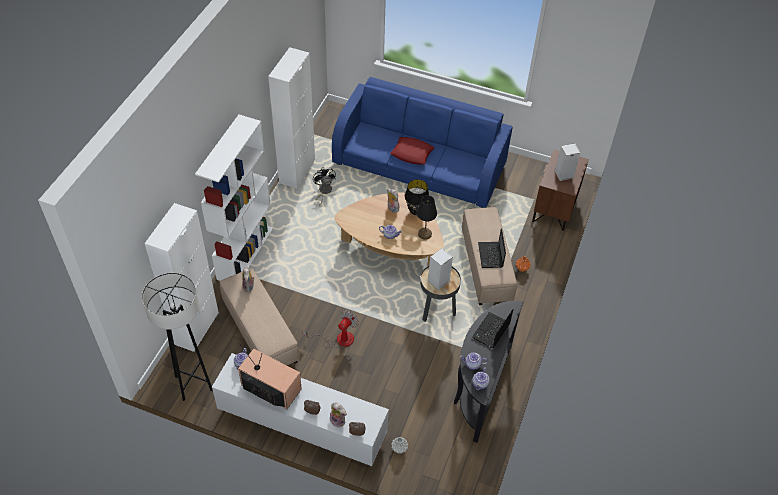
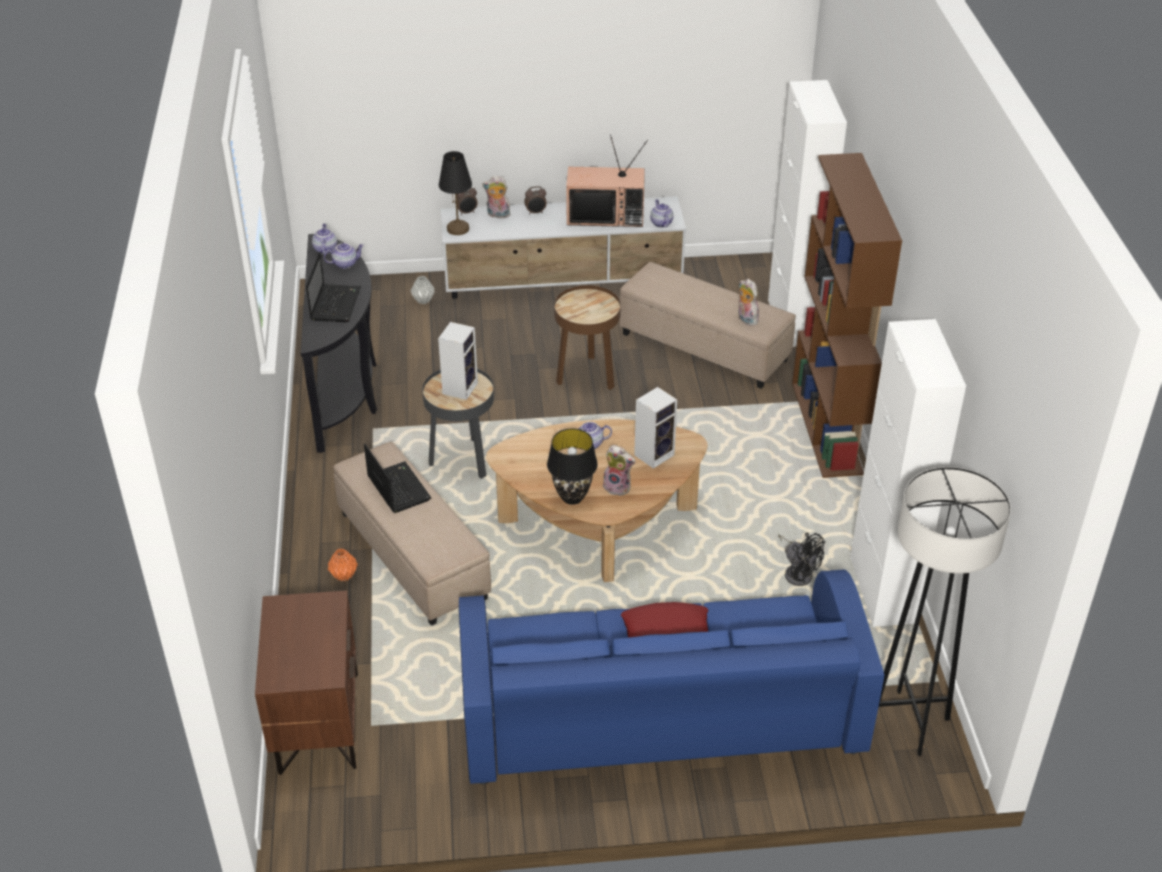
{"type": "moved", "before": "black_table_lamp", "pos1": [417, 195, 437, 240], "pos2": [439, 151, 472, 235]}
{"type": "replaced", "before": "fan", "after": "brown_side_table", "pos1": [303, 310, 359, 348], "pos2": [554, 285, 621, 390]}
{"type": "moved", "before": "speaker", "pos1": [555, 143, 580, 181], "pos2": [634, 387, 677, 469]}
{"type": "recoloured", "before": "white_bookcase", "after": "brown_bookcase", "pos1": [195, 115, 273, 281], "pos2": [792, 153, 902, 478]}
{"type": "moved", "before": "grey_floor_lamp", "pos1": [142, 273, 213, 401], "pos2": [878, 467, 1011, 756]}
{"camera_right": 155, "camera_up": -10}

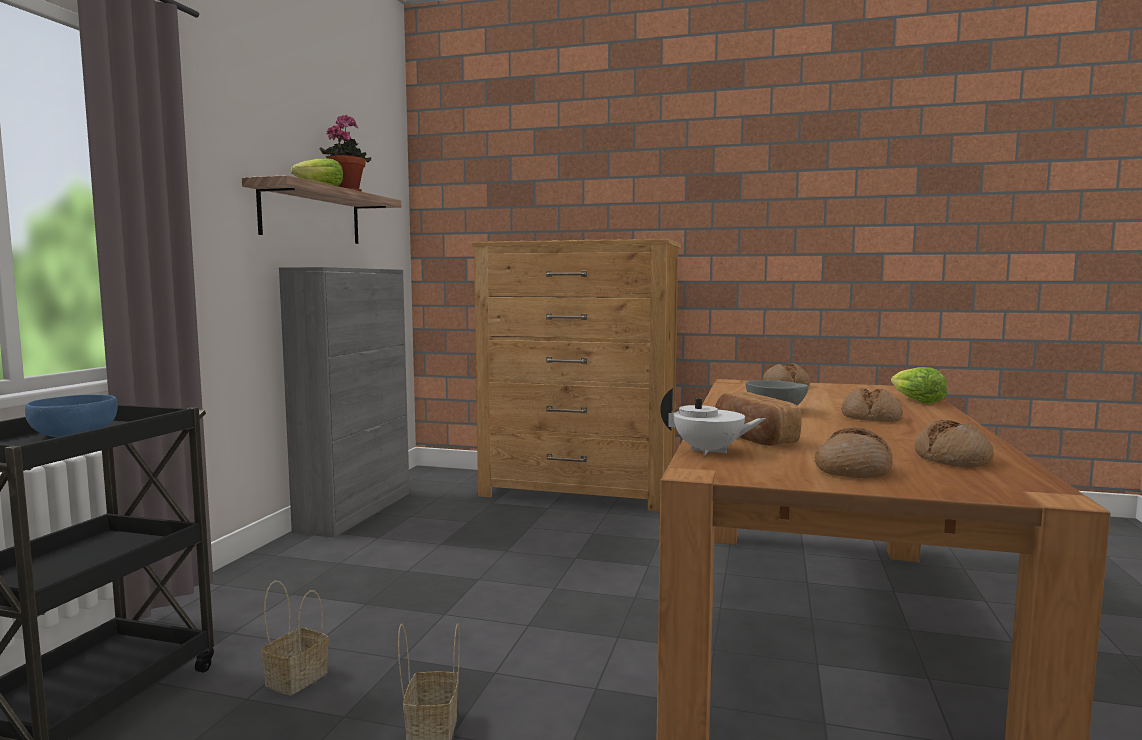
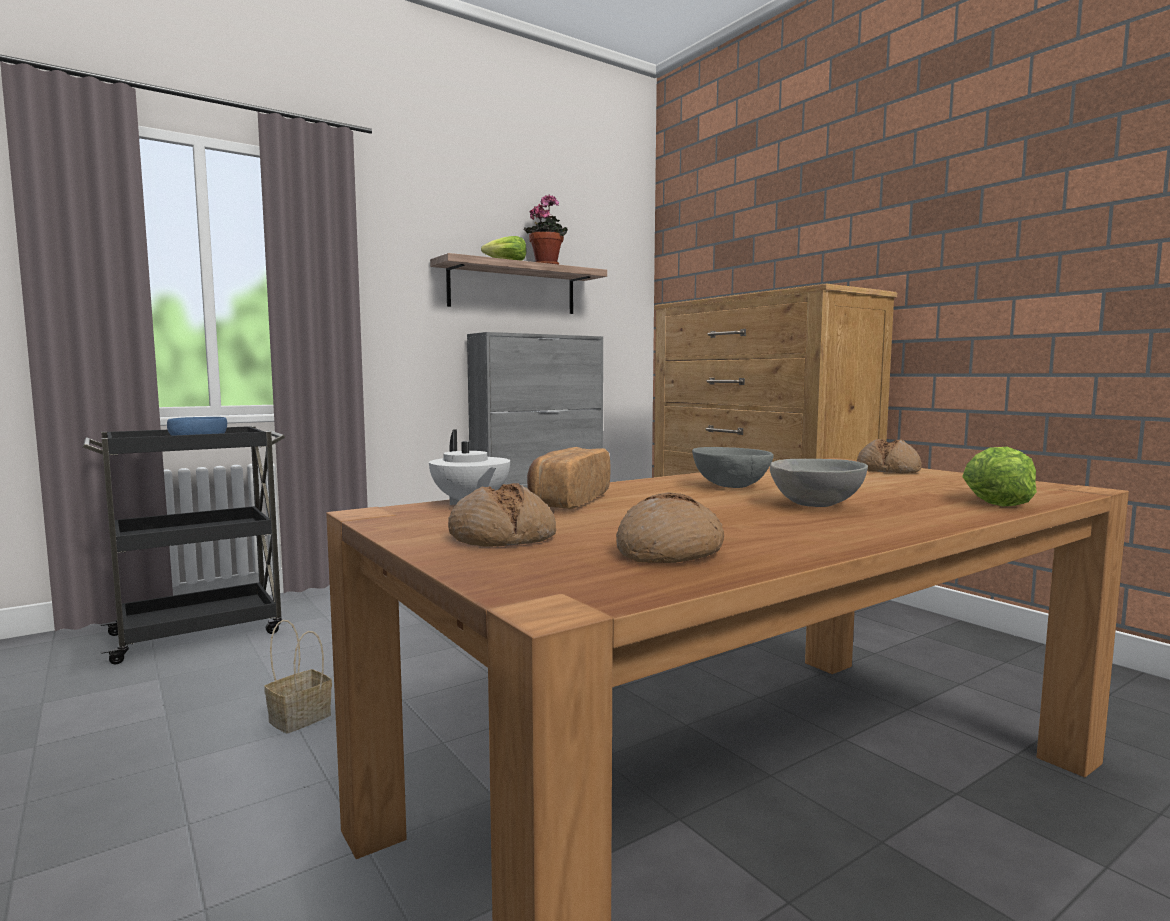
{"type": "replaced", "before": "bread", "after": "grey_bowl", "pos1": [841, 388, 903, 422], "pos2": [770, 459, 868, 507]}
{"type": "removed", "before": "basket", "pos1": [261, 581, 329, 695]}
{"camera_right": 40, "camera_up": 0}

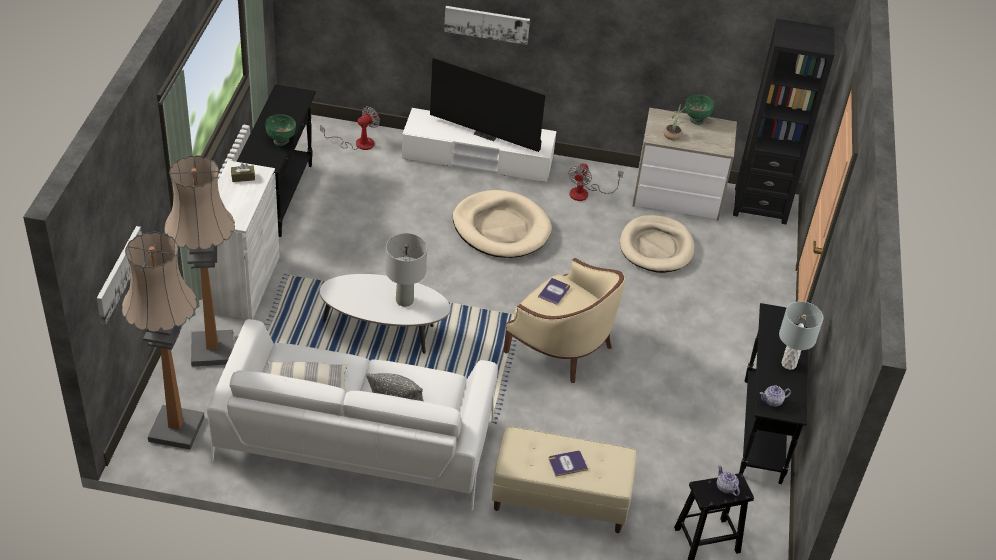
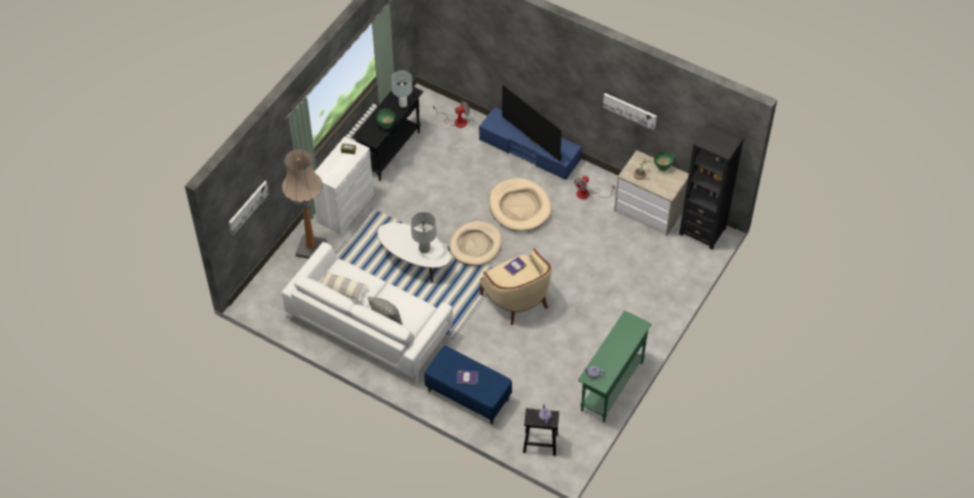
{"type": "moved", "before": "grey_table_lamp", "pos1": [779, 301, 823, 370], "pos2": [391, 70, 412, 108]}
{"type": "recoloured", "before": "beige_bench", "after": "blue_bench", "pos1": [492, 426, 637, 533], "pos2": [424, 346, 512, 424]}
{"type": "moved", "before": "beige_dog_bed", "pos1": [620, 215, 695, 273], "pos2": [449, 221, 502, 266]}
{"type": "recoloured", "before": "white_tv_stand", "after": "blue_tv_stand", "pos1": [402, 108, 556, 182], "pos2": [479, 107, 582, 180]}
{"type": "recoloured", "before": "black_console_table", "after": "green_console_table", "pos1": [739, 303, 808, 484], "pos2": [578, 311, 652, 423]}
{"type": "moved", "before": "picture", "pos1": [444, 6, 530, 45], "pos2": [603, 93, 657, 130]}
{"type": "removed", "before": "floor_lamp", "pos1": [122, 232, 204, 450]}
{"camera_right": 25, "camera_up": 10}

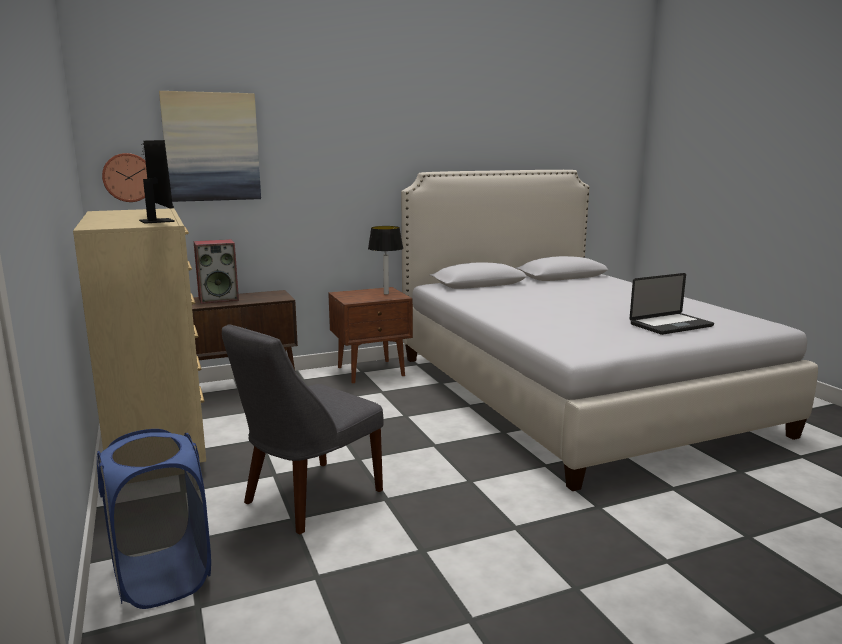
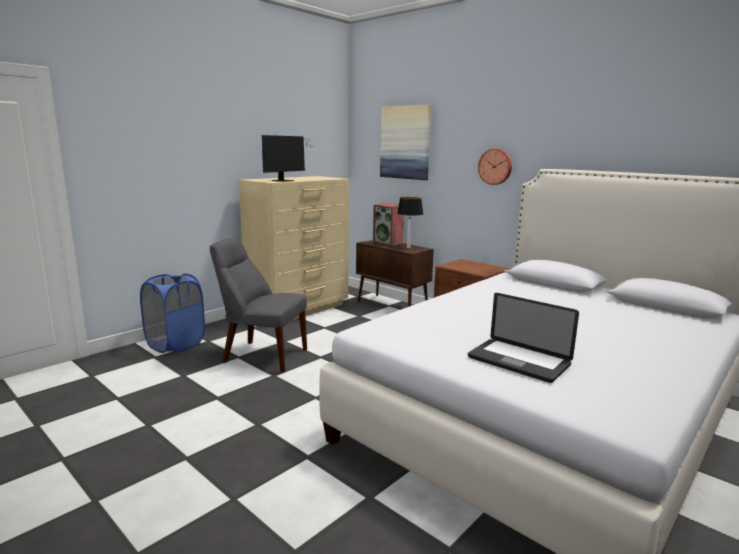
{"type": "moved", "before": "table_lamp", "pos1": [368, 226, 403, 295], "pos2": [397, 197, 423, 248]}
{"type": "moved", "before": "wall_clock", "pos1": [102, 153, 147, 202], "pos2": [478, 148, 512, 185]}
{"camera_right": 65, "camera_up": 0}

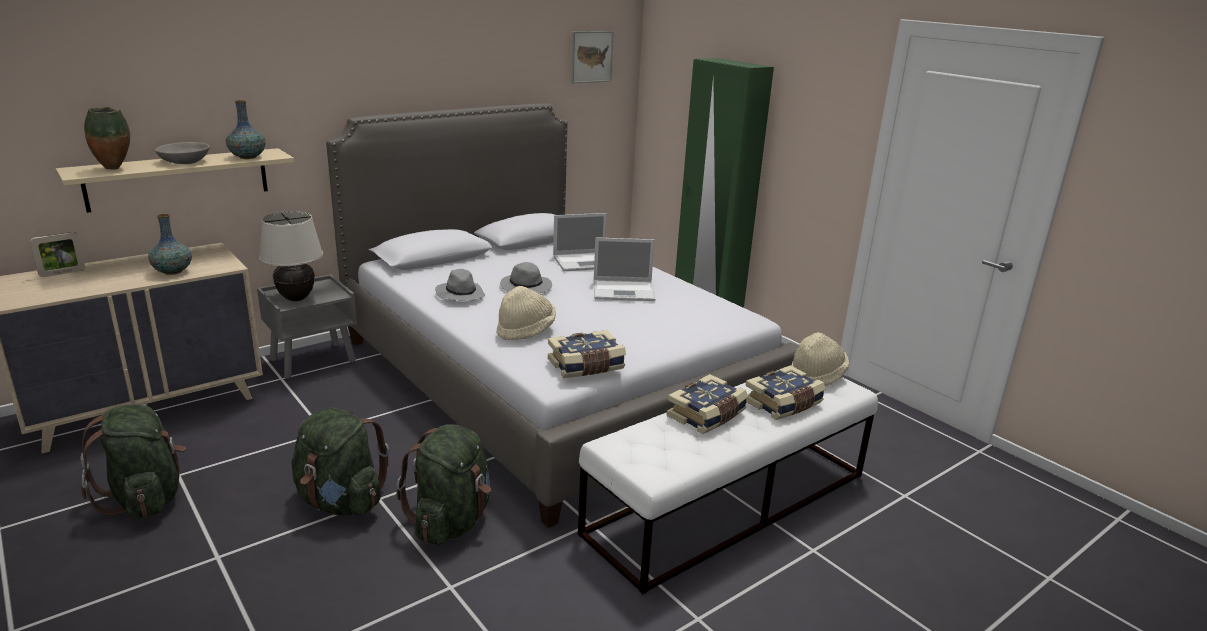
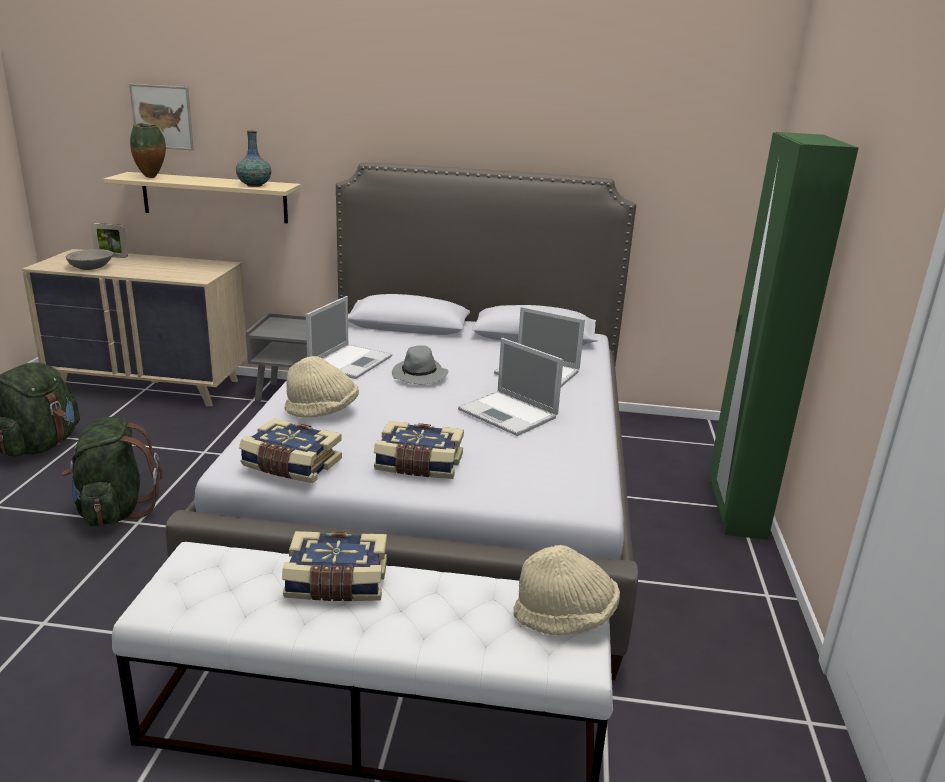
{"type": "moved", "before": "grey_bowl", "pos1": [155, 142, 210, 164], "pos2": [66, 249, 113, 270]}
{"type": "moved", "before": "picture", "pos1": [571, 31, 614, 84], "pos2": [129, 84, 194, 150]}
{"type": "replaced", "before": "grey_hat", "after": "laptop", "pos1": [435, 269, 485, 301], "pos2": [306, 296, 392, 379]}
{"type": "moved", "before": "book", "pos1": [745, 365, 825, 420], "pos2": [374, 421, 464, 479]}
{"type": "removed", "before": "vase", "pos1": [148, 214, 192, 275]}
{"type": "removed", "before": "beige_table_lamp", "pos1": [259, 211, 323, 301]}
{"type": "removed", "before": "green_backpack", "pos1": [396, 424, 491, 545]}
{"camera_right": 45, "camera_up": 0}

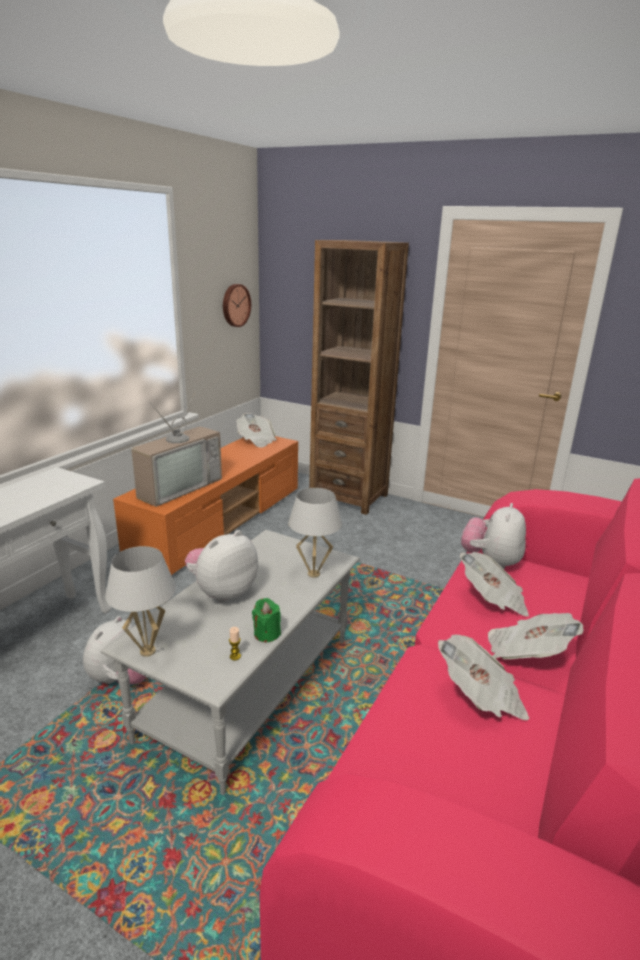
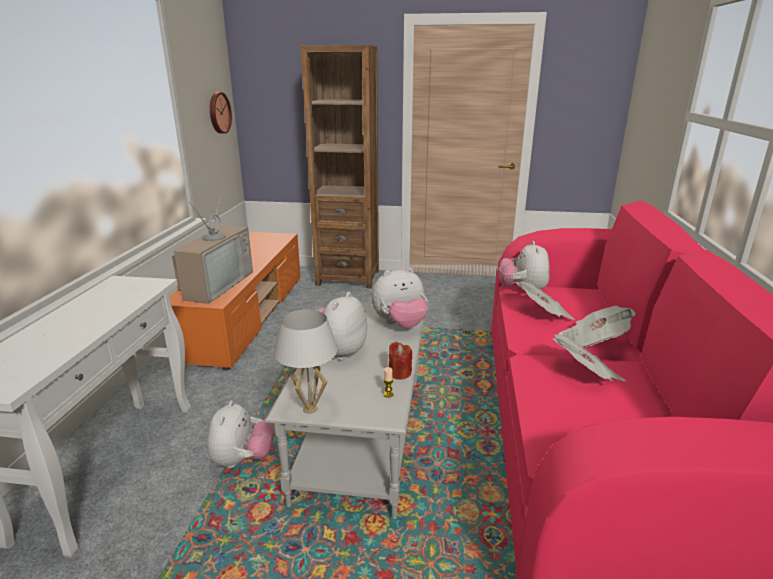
{"type": "replaced", "before": "white_table_lamp", "after": "plush_toy", "pos1": [288, 488, 342, 578], "pos2": [372, 267, 428, 328]}
{"type": "recoloured", "before": "green_candle", "after": "red_candle", "pos1": [252, 598, 281, 642], "pos2": [389, 342, 412, 379]}
{"type": "removed", "before": "newspaper", "pos1": [236, 413, 277, 448]}
{"camera_right": -20, "camera_up": 0}

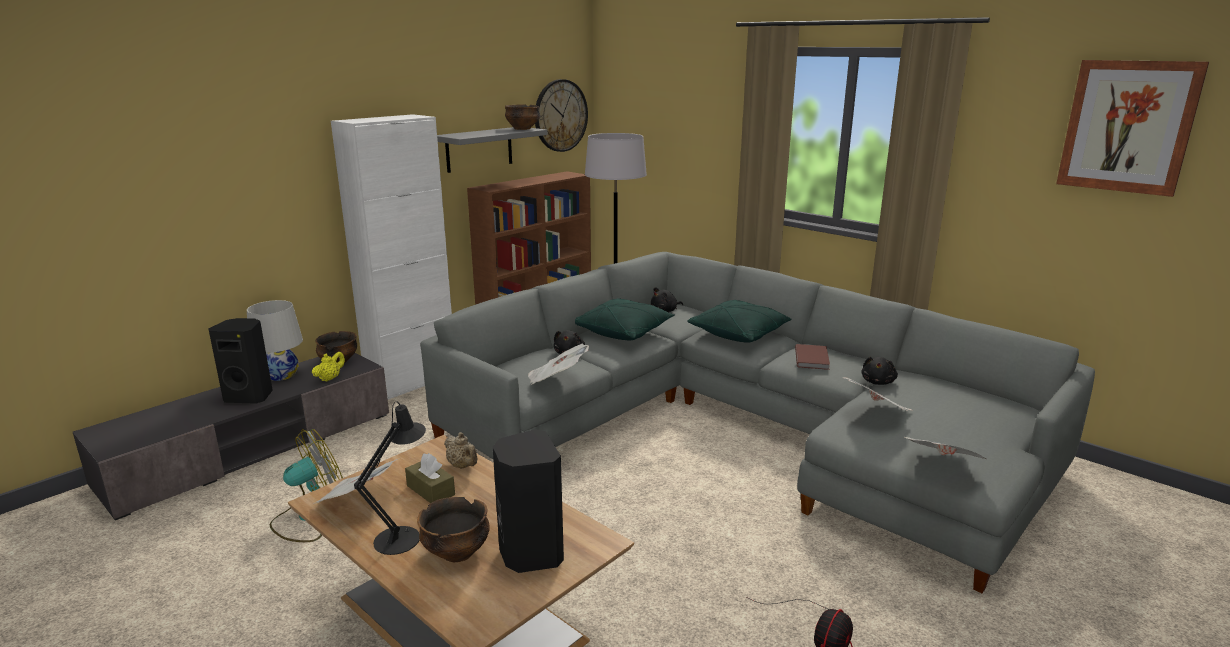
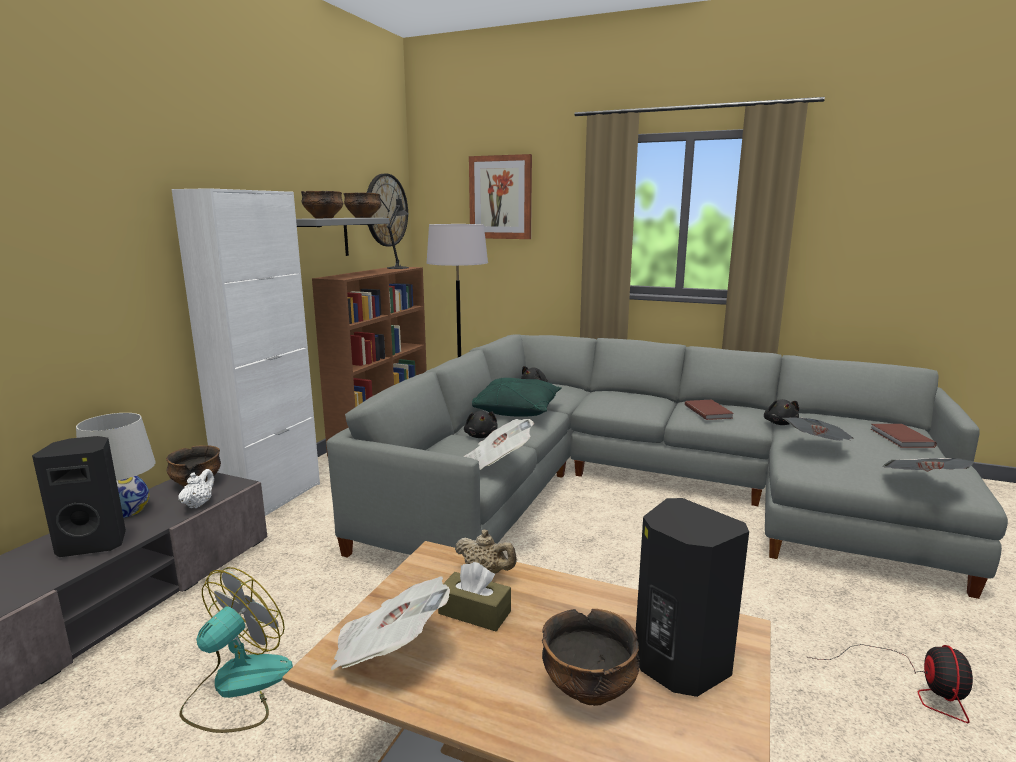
{"type": "recoloured", "before": "yellow_teapot", "after": "white_teapot", "pos1": [312, 352, 345, 382], "pos2": [178, 469, 214, 508]}
{"type": "added", "after": "bowl", "pos2": [301, 191, 343, 218]}
{"type": "moved", "before": "black_table_lamp", "pos1": [354, 401, 426, 555], "pos2": [387, 196, 409, 269]}
{"type": "moved", "before": "picture", "pos1": [1056, 60, 1209, 197], "pos2": [469, 154, 532, 239]}
{"type": "added", "after": "brown_book", "pos2": [871, 424, 937, 448]}
{"type": "removed", "before": "green_pillow", "pos1": [687, 300, 792, 343]}
{"camera_right": -20, "camera_up": -5}

